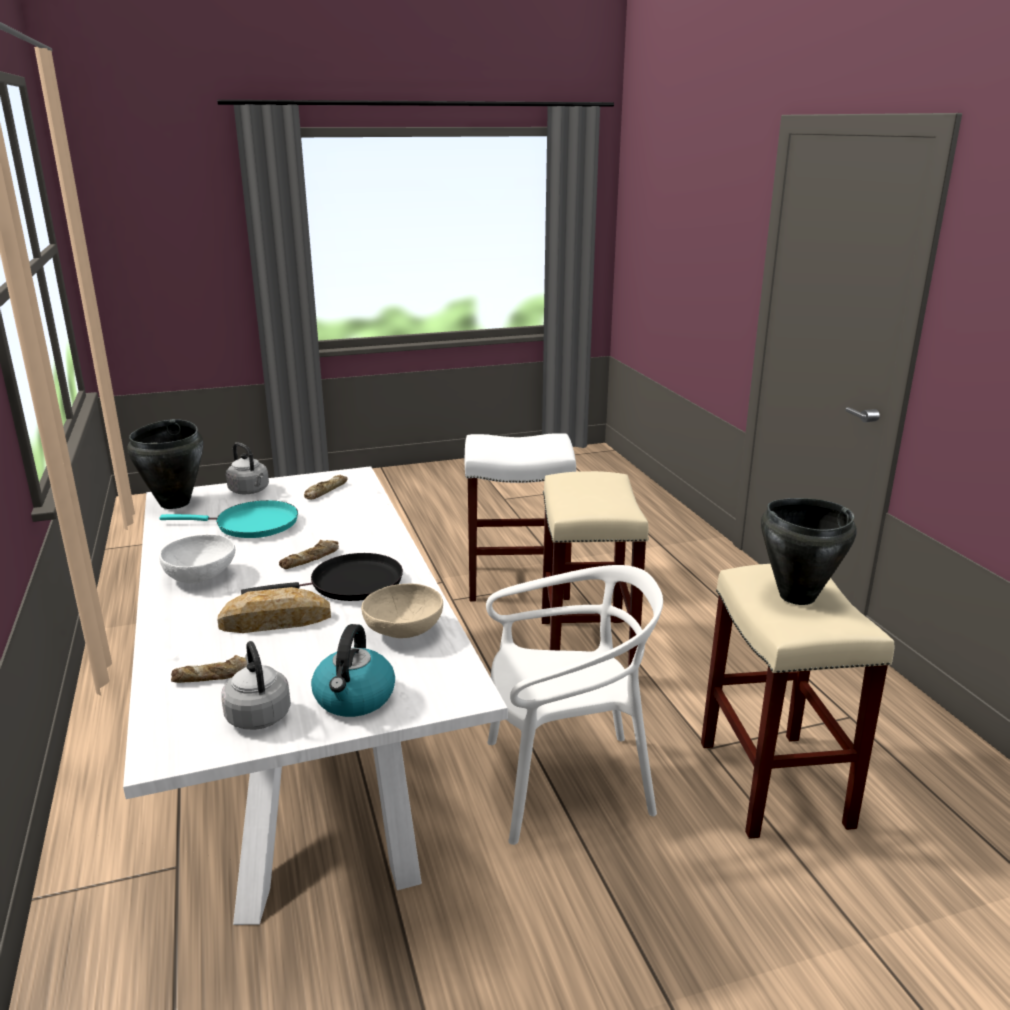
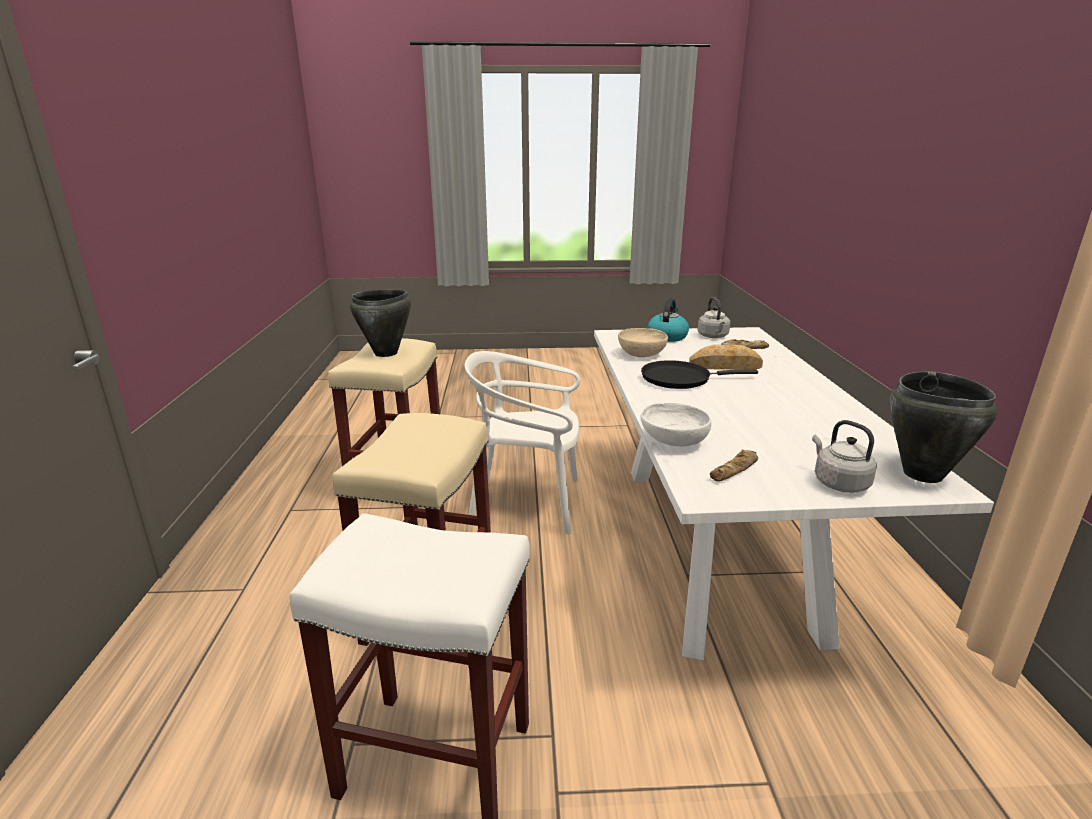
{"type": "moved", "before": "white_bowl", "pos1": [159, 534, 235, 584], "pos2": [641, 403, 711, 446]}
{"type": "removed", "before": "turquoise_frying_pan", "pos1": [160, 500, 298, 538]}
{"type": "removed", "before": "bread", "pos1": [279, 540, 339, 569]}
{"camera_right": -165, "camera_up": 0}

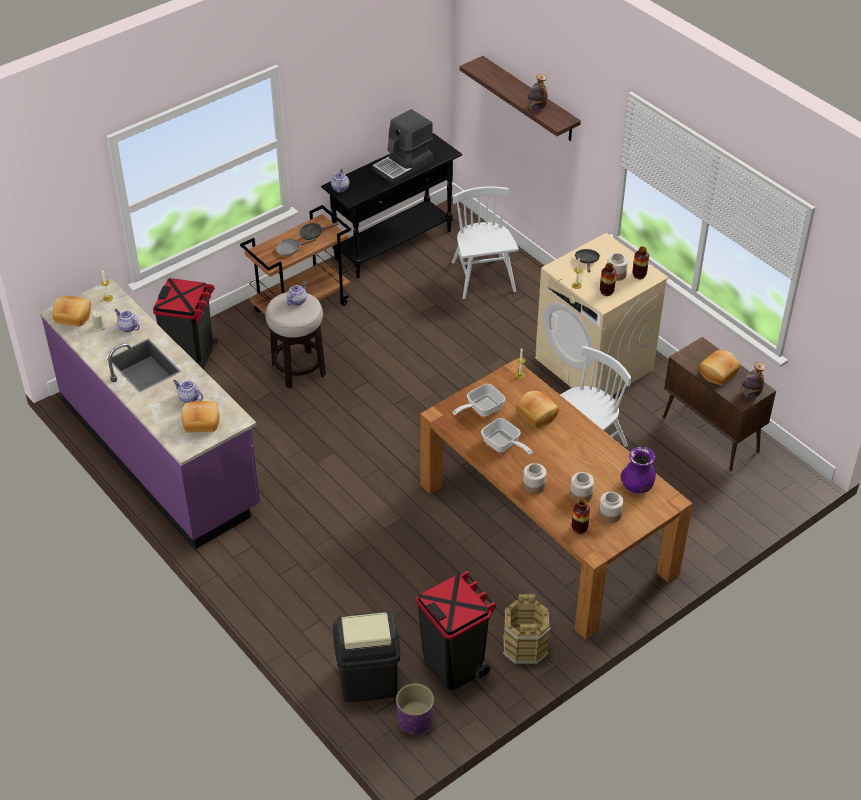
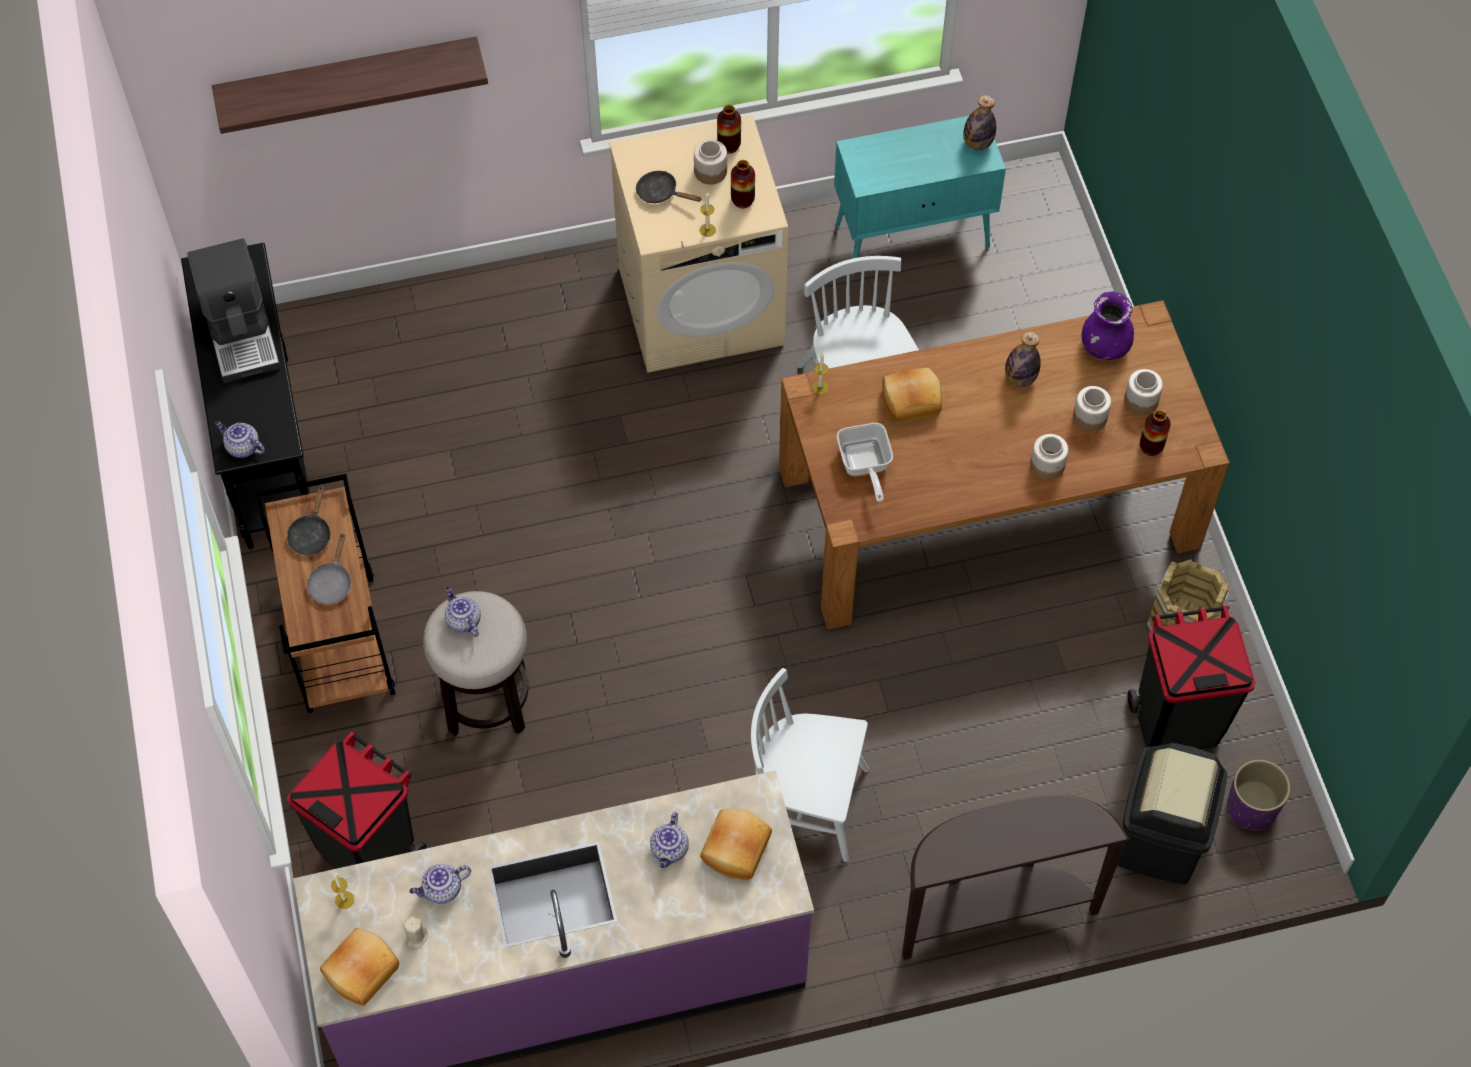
{"type": "turned", "before": "teapot", "pos1": [173, 380, 203, 403], "pos2": [650, 812, 689, 868], "turn": -45}
{"type": "moved", "before": "white_chair", "pos1": [451, 186, 519, 299], "pos2": [751, 668, 869, 862]}
{"type": "recoloured", "before": "brown_cabinet", "after": "turquoise_cabinet", "pos1": [663, 337, 776, 471], "pos2": [834, 116, 1006, 275]}
{"type": "added", "after": "brown_console_table", "pos2": [902, 795, 1130, 960]}
{"type": "moved", "before": "bottle", "pos1": [528, 74, 547, 111], "pos2": [1005, 331, 1041, 387]}
{"type": "removed", "before": "frying_pan", "pos1": [481, 418, 532, 455]}
{"type": "removed", "before": "bread", "pos1": [699, 350, 740, 385]}
{"camera_right": -65, "camera_up": 15}

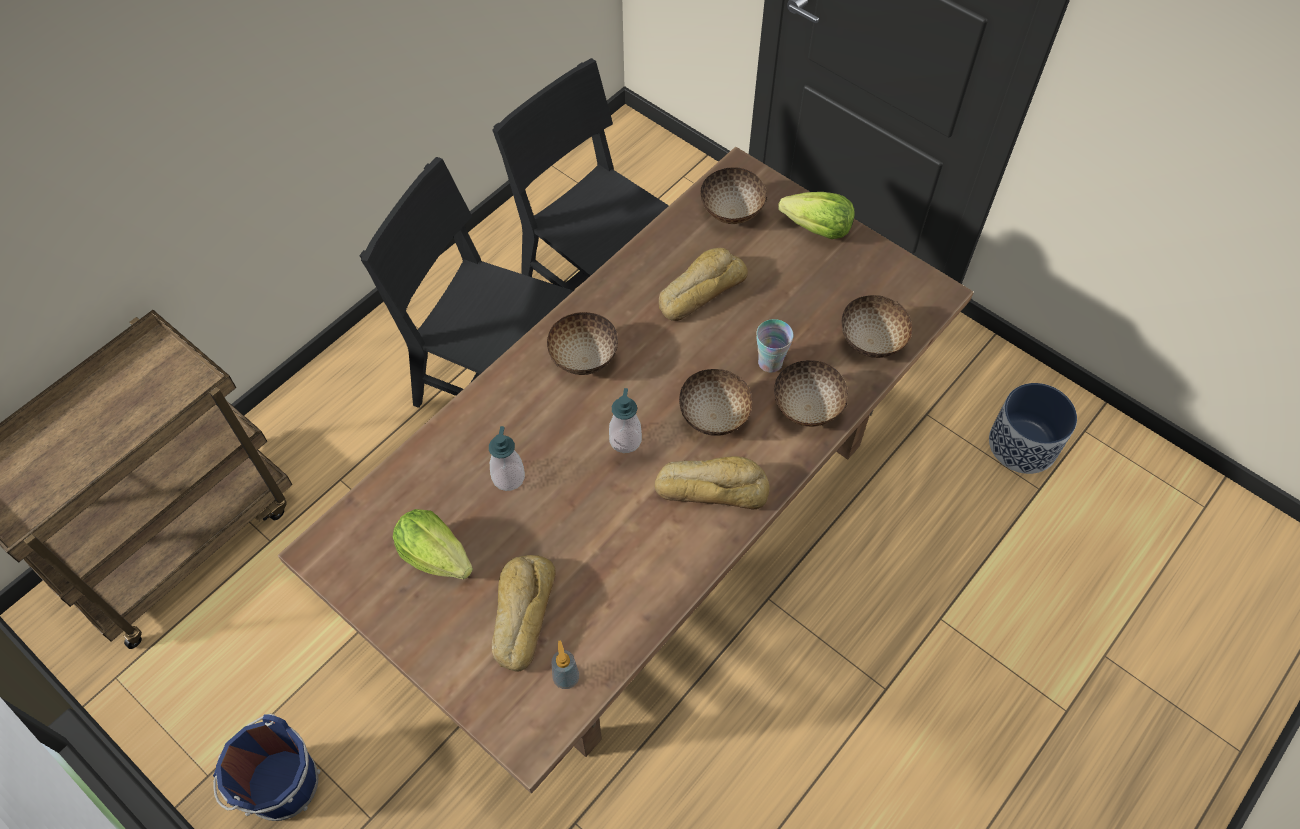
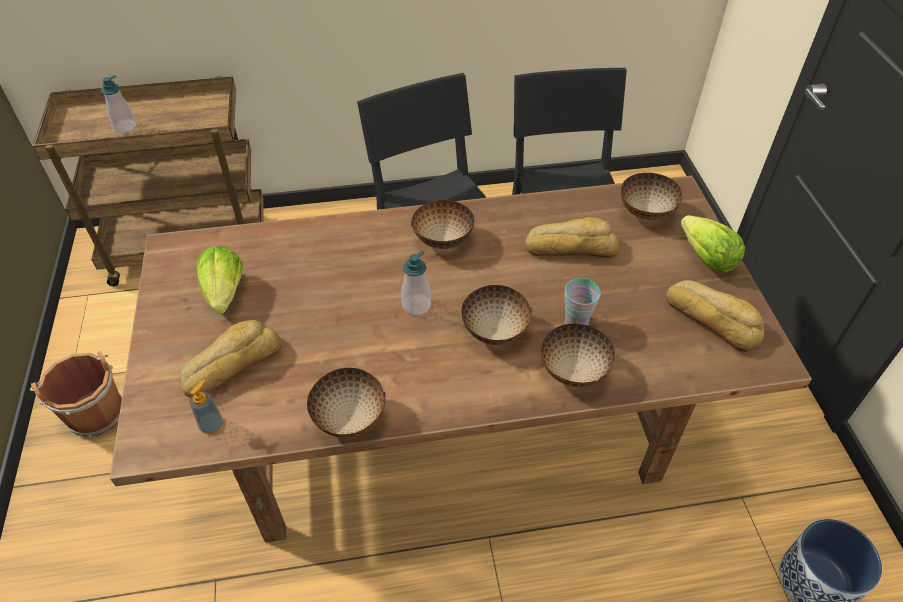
{"type": "recoloured", "before": "blue_bucket", "after": "brown_bucket", "pos1": [213, 714, 320, 821], "pos2": [30, 351, 122, 437]}
{"type": "moved", "before": "soap_dispenser", "pos1": [489, 426, 525, 491], "pos2": [101, 75, 136, 133]}
{"type": "moved", "before": "bowl", "pos1": [841, 295, 912, 358], "pos2": [307, 368, 386, 438]}
{"type": "moved", "before": "bread", "pos1": [655, 456, 770, 509], "pos2": [666, 280, 764, 352]}
{"camera_right": 40, "camera_up": -10}

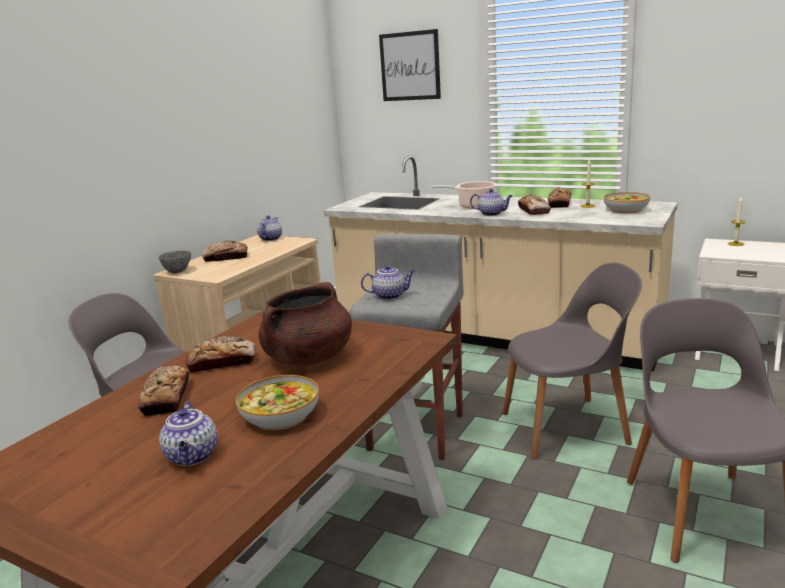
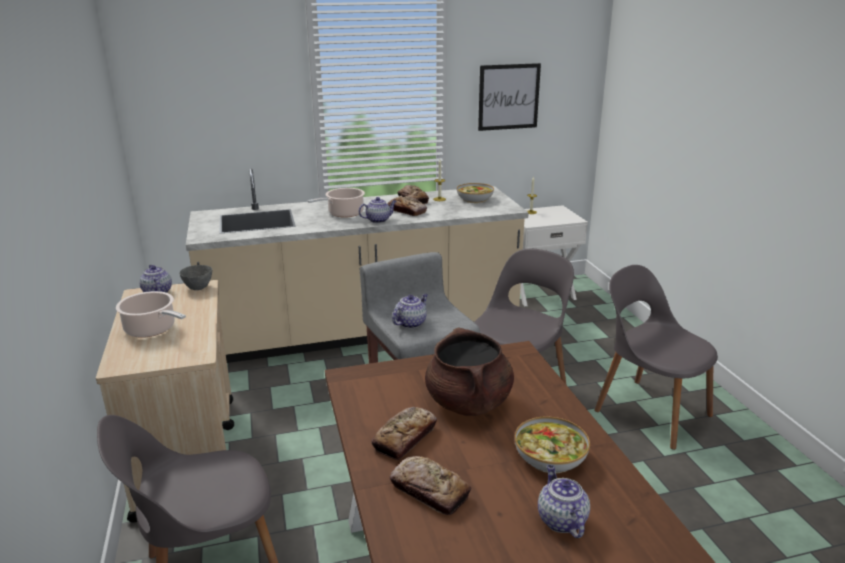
{"type": "replaced", "before": "bread", "after": "cooking_pot", "pos1": [202, 240, 248, 262], "pos2": [116, 291, 186, 338]}
{"type": "moved", "before": "grey_bowl", "pos1": [158, 250, 191, 274], "pos2": [179, 265, 212, 290]}
{"type": "moved", "before": "picture", "pos1": [379, 29, 441, 101], "pos2": [478, 63, 541, 131]}
{"type": "turned", "before": "teapot", "pos1": [159, 402, 217, 466], "pos2": [538, 465, 590, 538], "turn": -135}
{"camera_right": -45, "camera_up": 5}

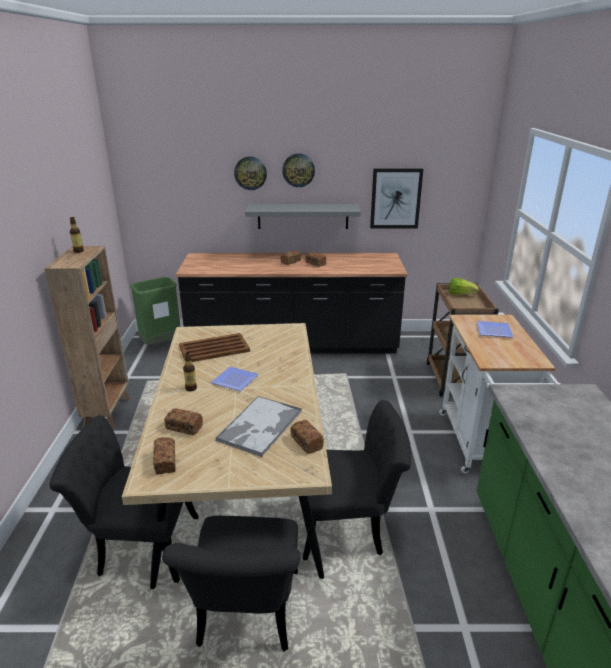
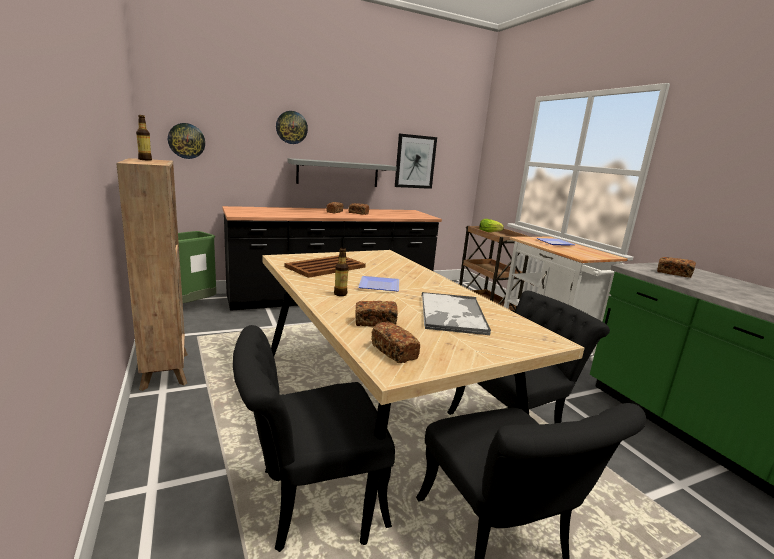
{"type": "moved", "before": "wall_clock", "pos1": [282, 154, 315, 187], "pos2": [168, 123, 205, 159]}
{"type": "moved", "before": "bread", "pos1": [290, 420, 324, 454], "pos2": [657, 257, 696, 278]}
{"camera_right": -25, "camera_up": -10}

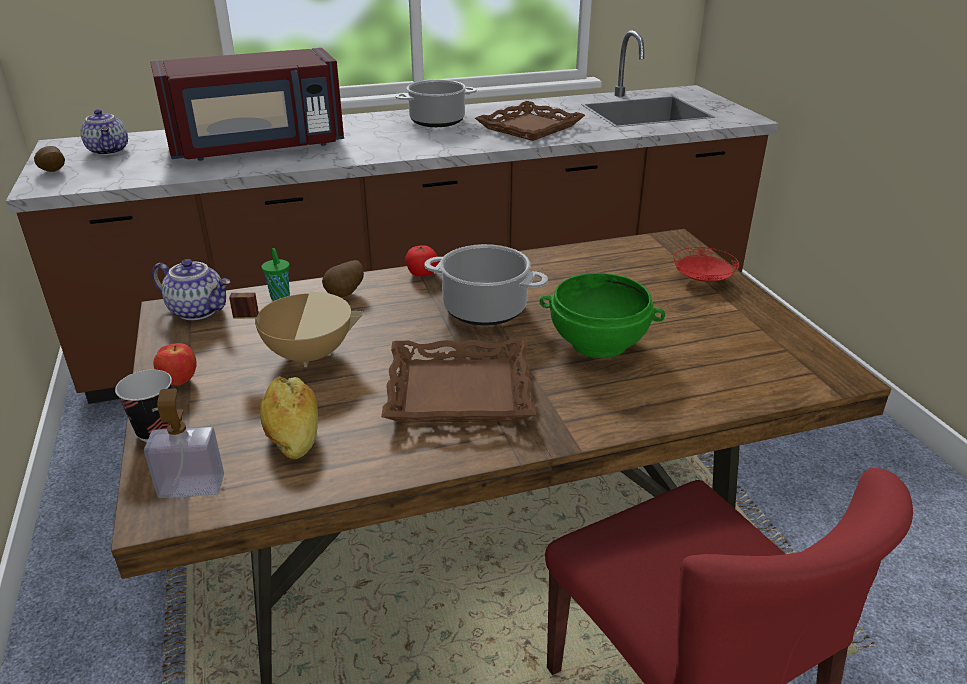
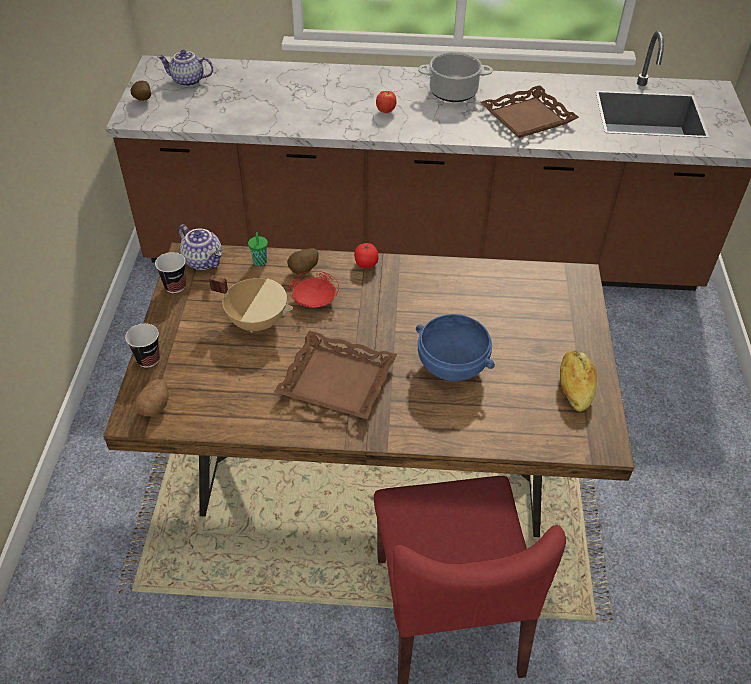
{"type": "replaced", "before": "soap_dispenser", "after": "potato", "pos1": [144, 388, 224, 498], "pos2": [135, 379, 169, 416]}
{"type": "added", "after": "cup", "pos2": [155, 252, 186, 293]}
{"type": "turned", "before": "teapot", "pos1": [80, 109, 128, 156], "pos2": [158, 50, 213, 87], "turn": 105}
{"type": "moved", "before": "red_plate", "pos1": [673, 247, 739, 282], "pos2": [289, 271, 339, 308]}
{"type": "moved", "before": "apple", "pos1": [153, 343, 197, 385], "pos2": [376, 91, 397, 113]}
{"type": "recoloured", "before": "green_bowl", "after": "blue_bowl", "pos1": [540, 273, 665, 358], "pos2": [416, 314, 495, 381]}
{"type": "moved", "before": "bread", "pos1": [260, 376, 318, 459], "pos2": [560, 350, 597, 412]}
{"type": "removed", "before": "red_microwave", "pos1": [150, 48, 344, 161]}
{"type": "removed", "before": "cooking_pot", "pos1": [424, 244, 548, 326]}
{"camera_right": 20, "camera_up": 15}

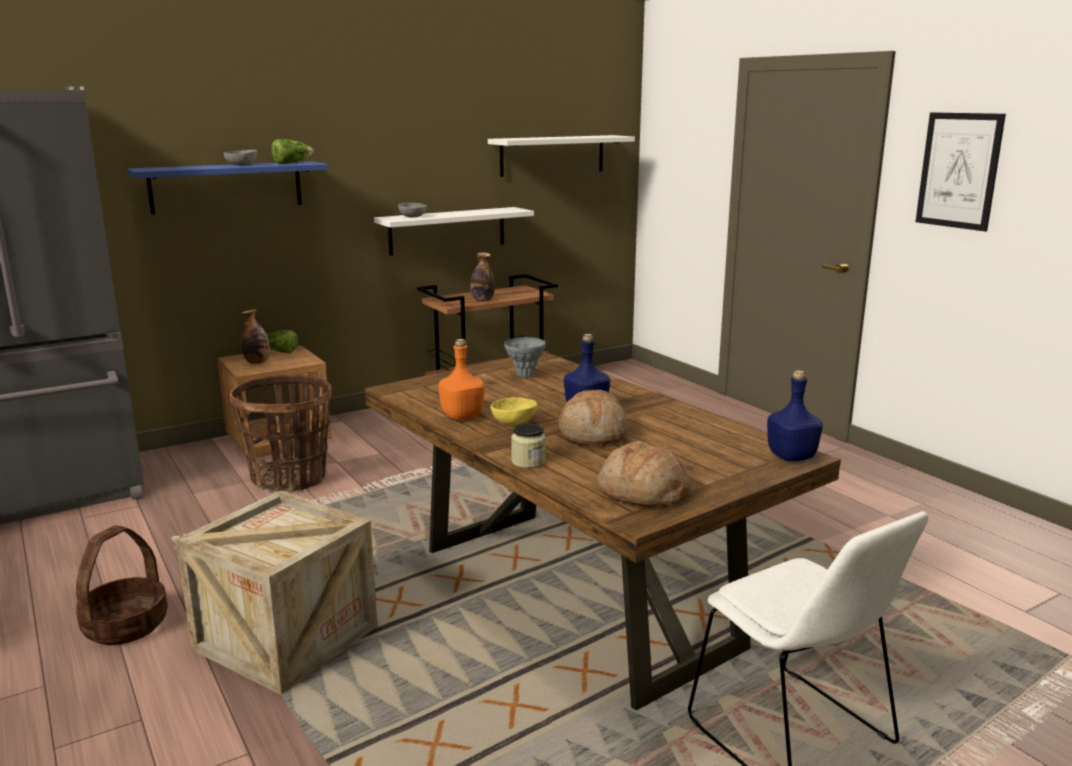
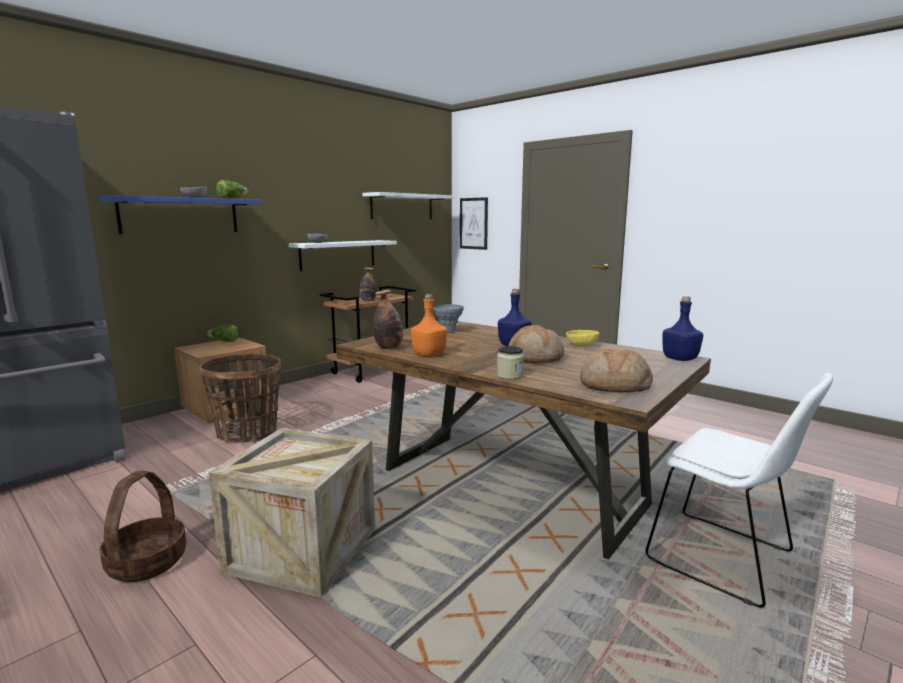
{"type": "moved", "before": "bottle", "pos1": [241, 309, 270, 364], "pos2": [373, 290, 403, 349]}
{"type": "moved", "before": "picture", "pos1": [916, 113, 1006, 232], "pos2": [460, 197, 488, 250]}
{"type": "moved", "before": "yellow_bowl", "pos1": [491, 398, 537, 425], "pos2": [566, 330, 599, 347]}
{"camera_right": -15, "camera_up": -5}

